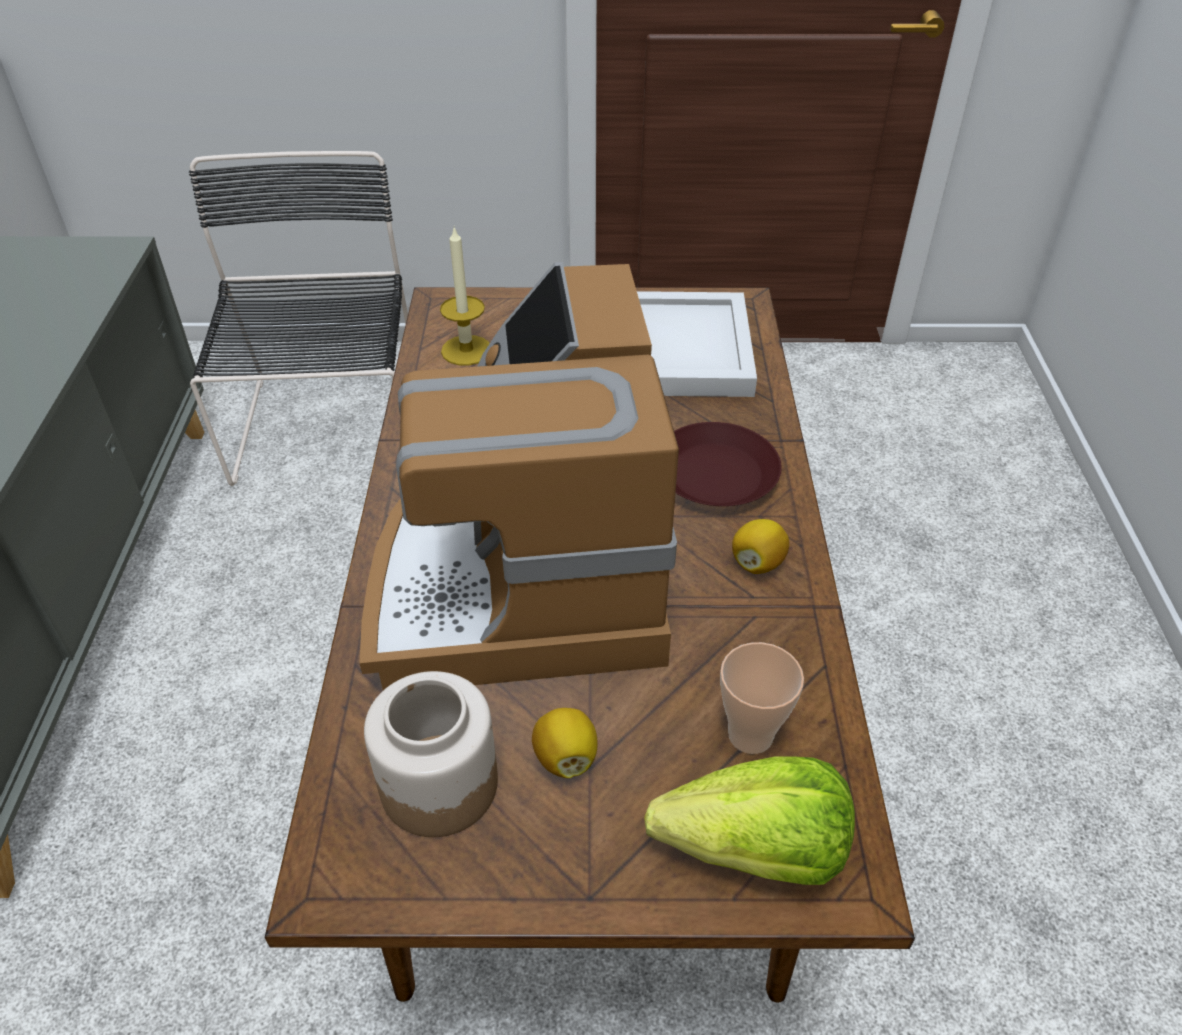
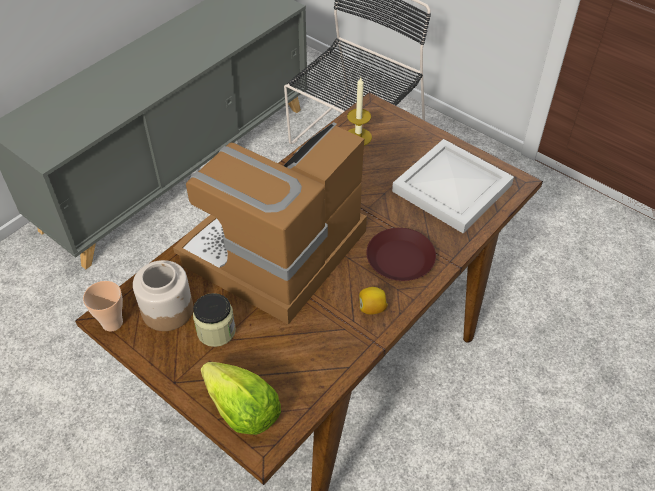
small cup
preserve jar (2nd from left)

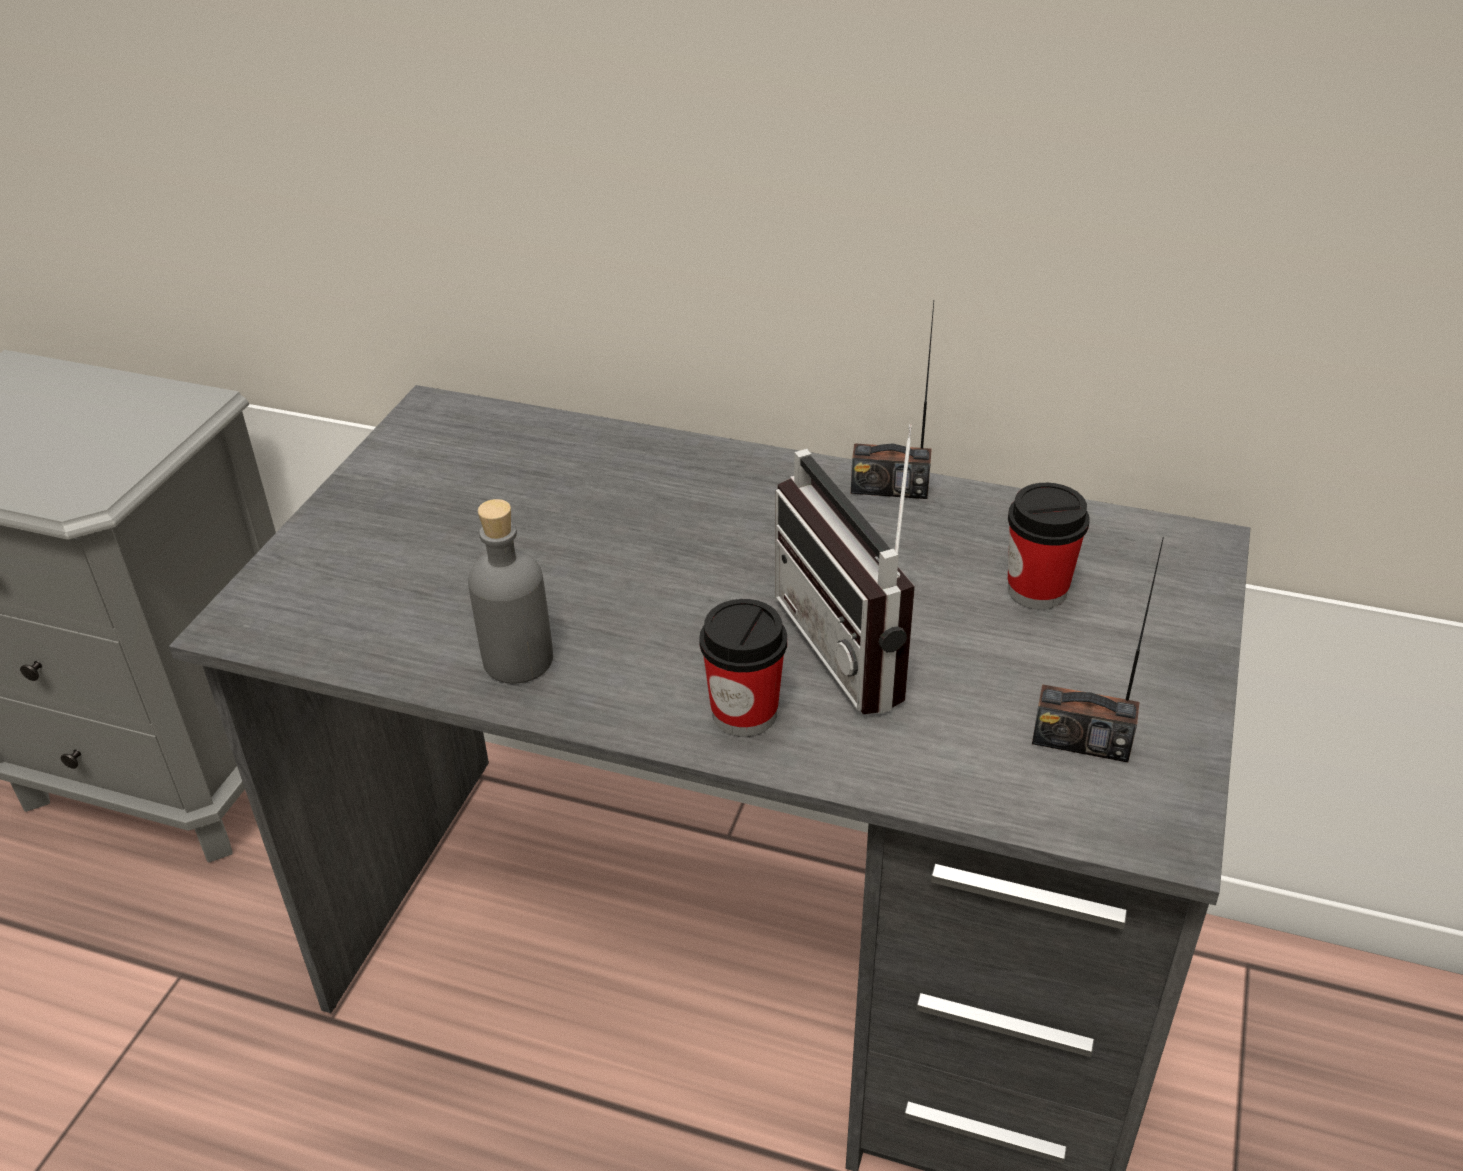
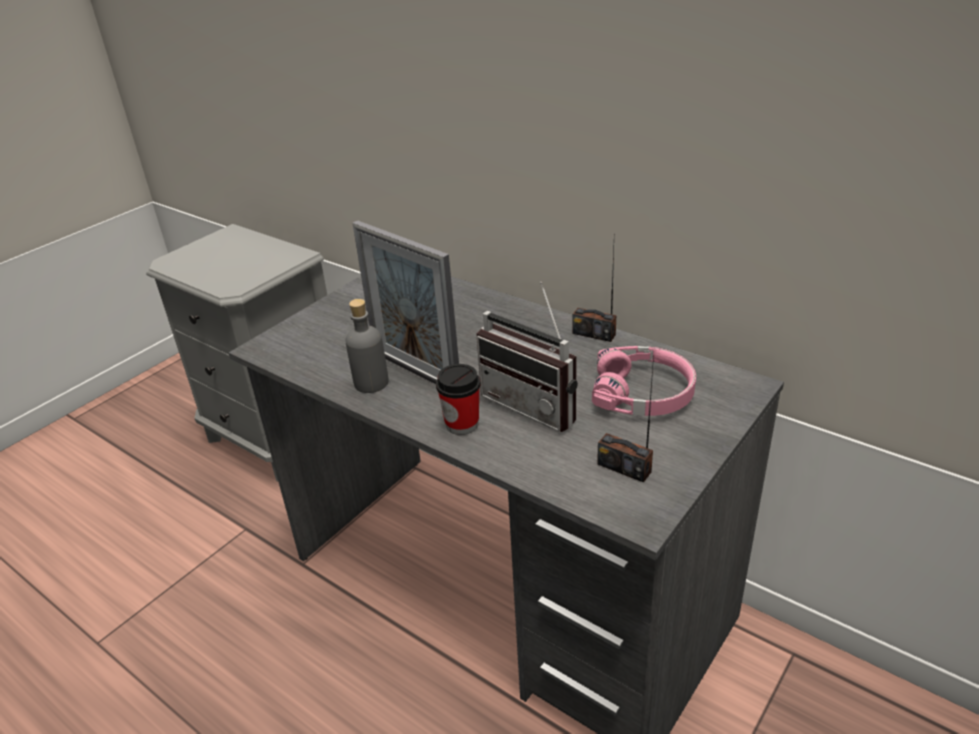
radio (1st from left)
pinkish pair of headphones
standing frame

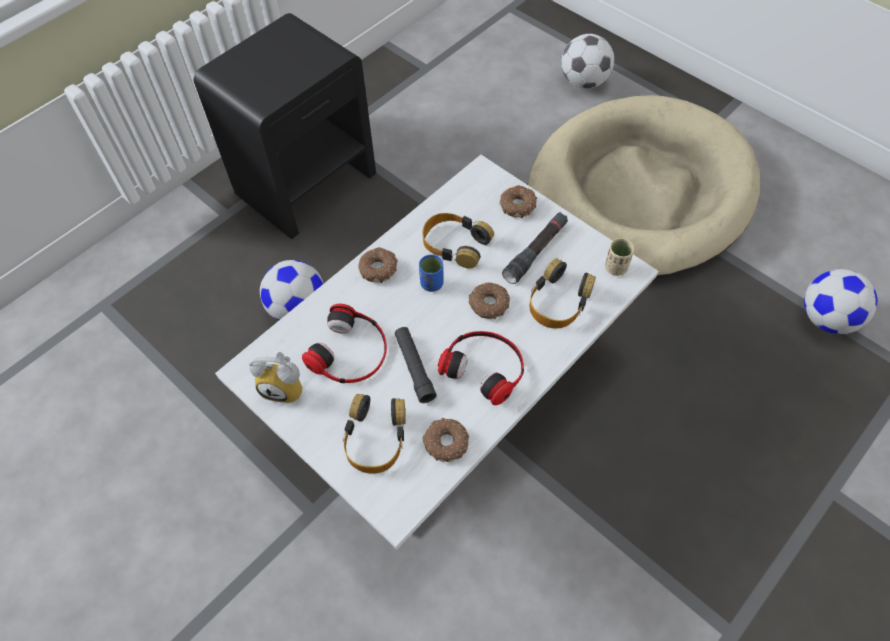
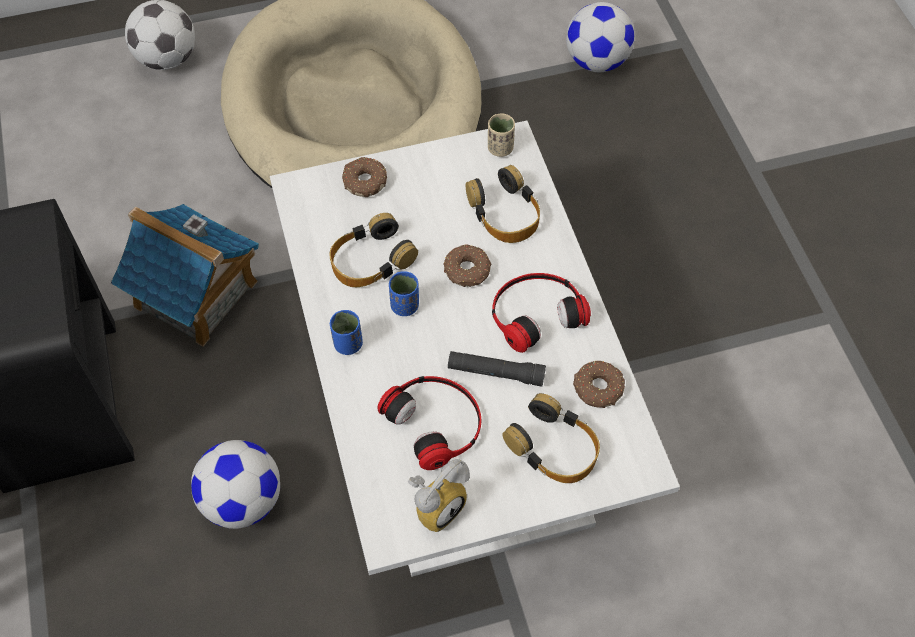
black torch (2nd from left in the first image)
blue-coloured small cup (1st from left)
miniature house

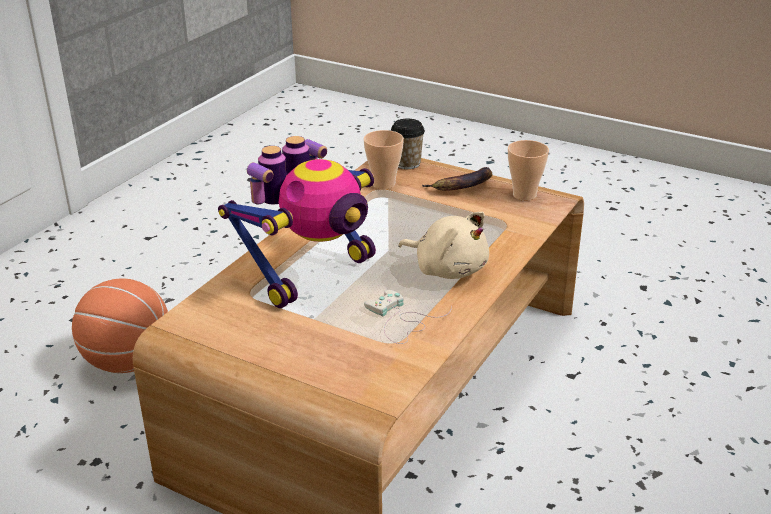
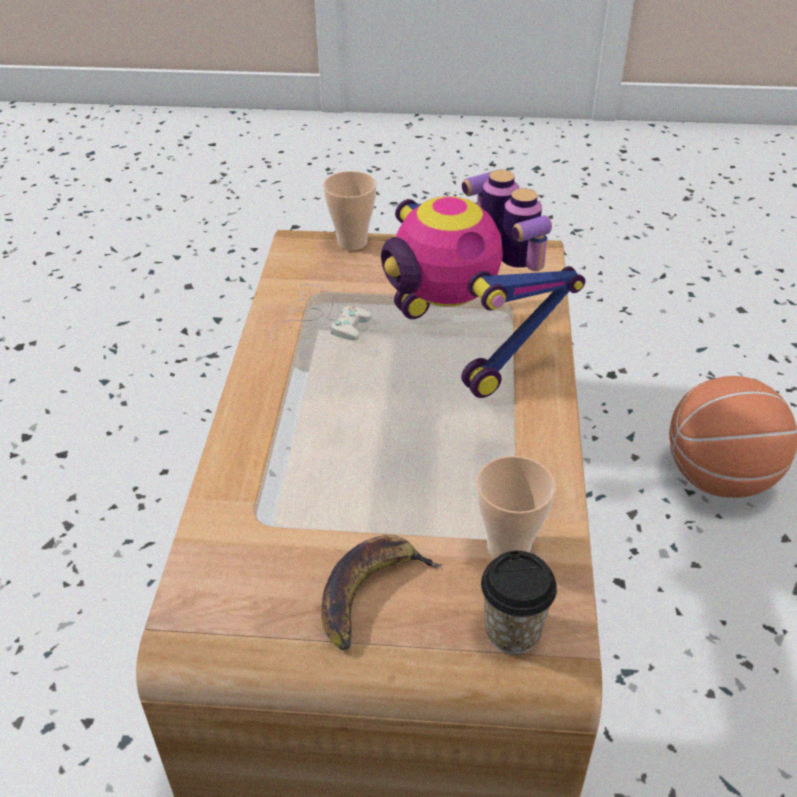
model robot
small cup (1st from left)
beige-coloured cuddly toy

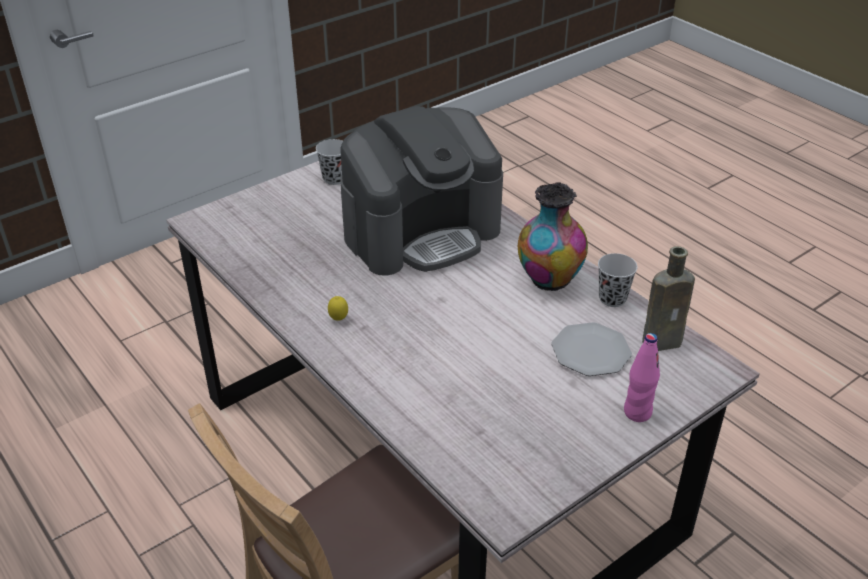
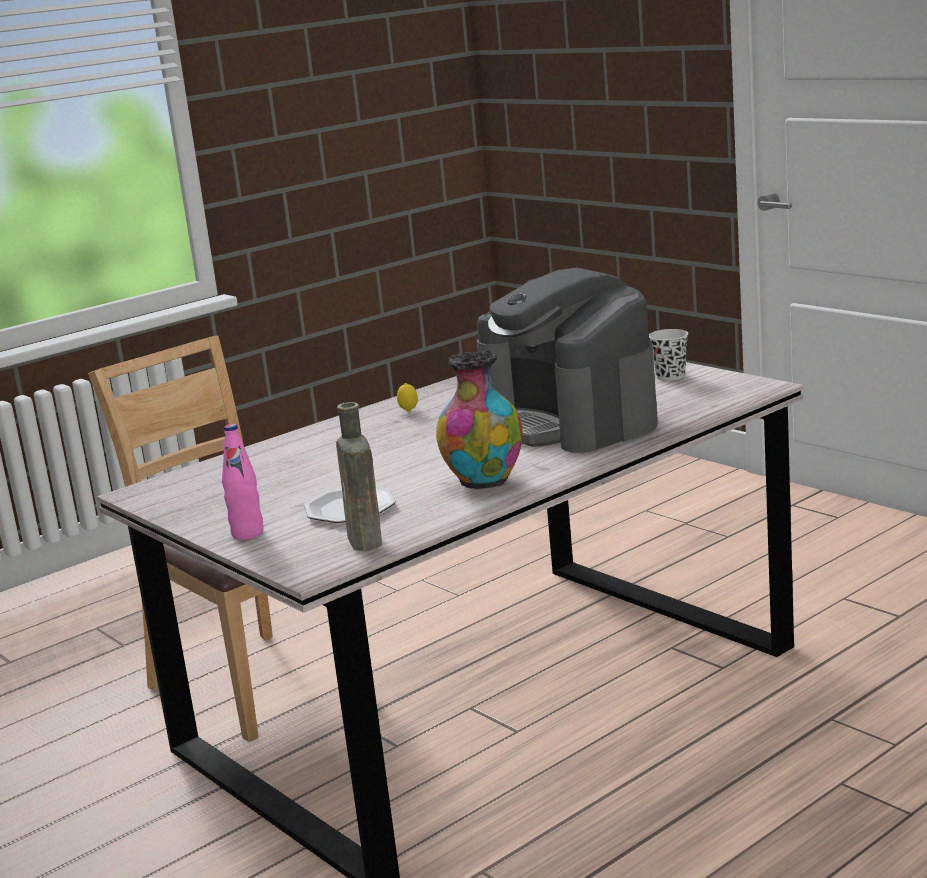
black small cup (2nd from left in the first image)

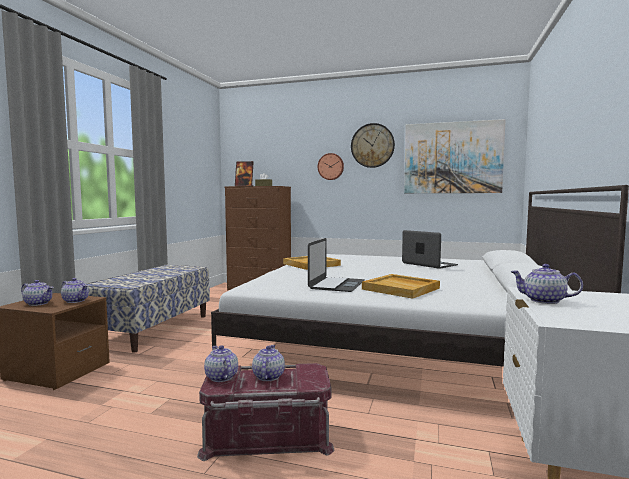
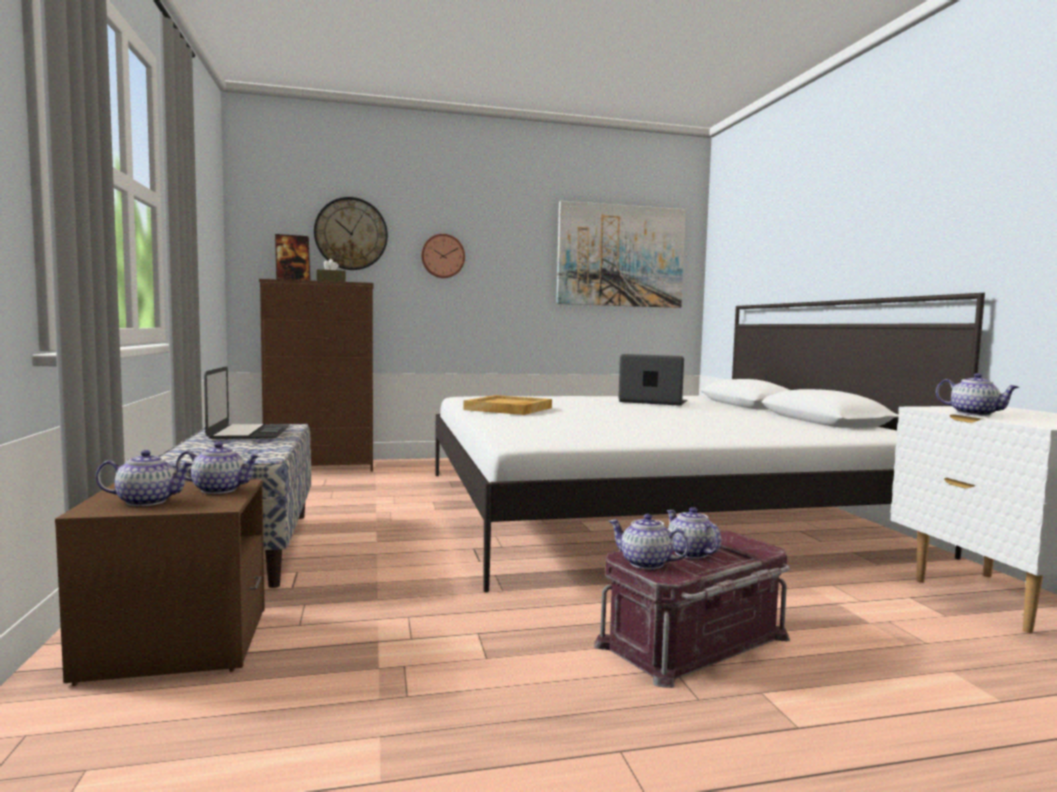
clock on the wall (1st from left)
portable computer (1st from left)
pot for tea (5th from left)
beige-coloured serving tray (2nd from left in the first image)

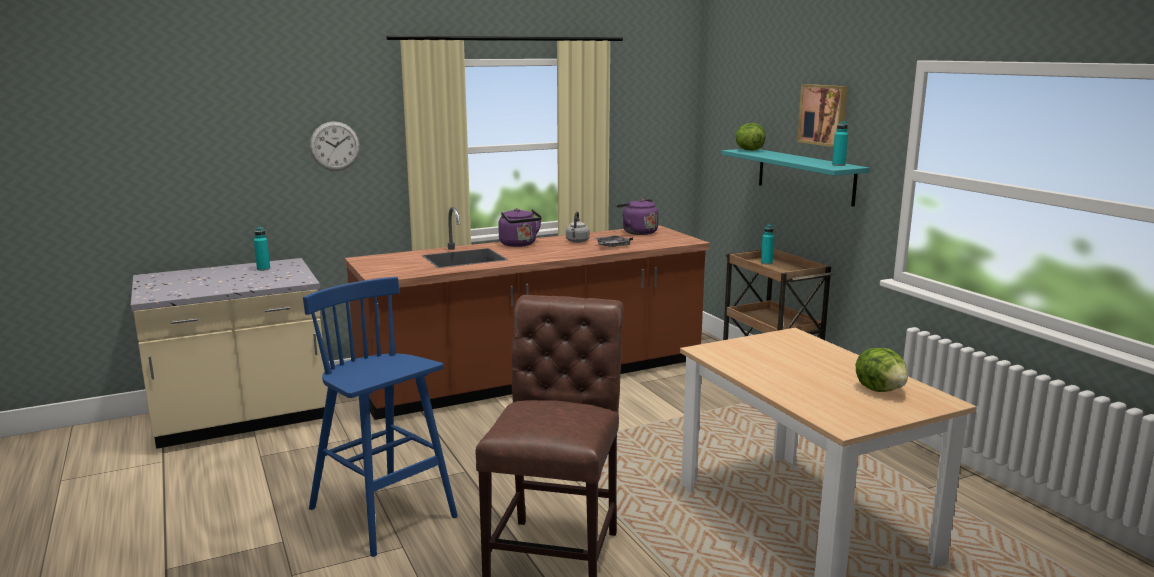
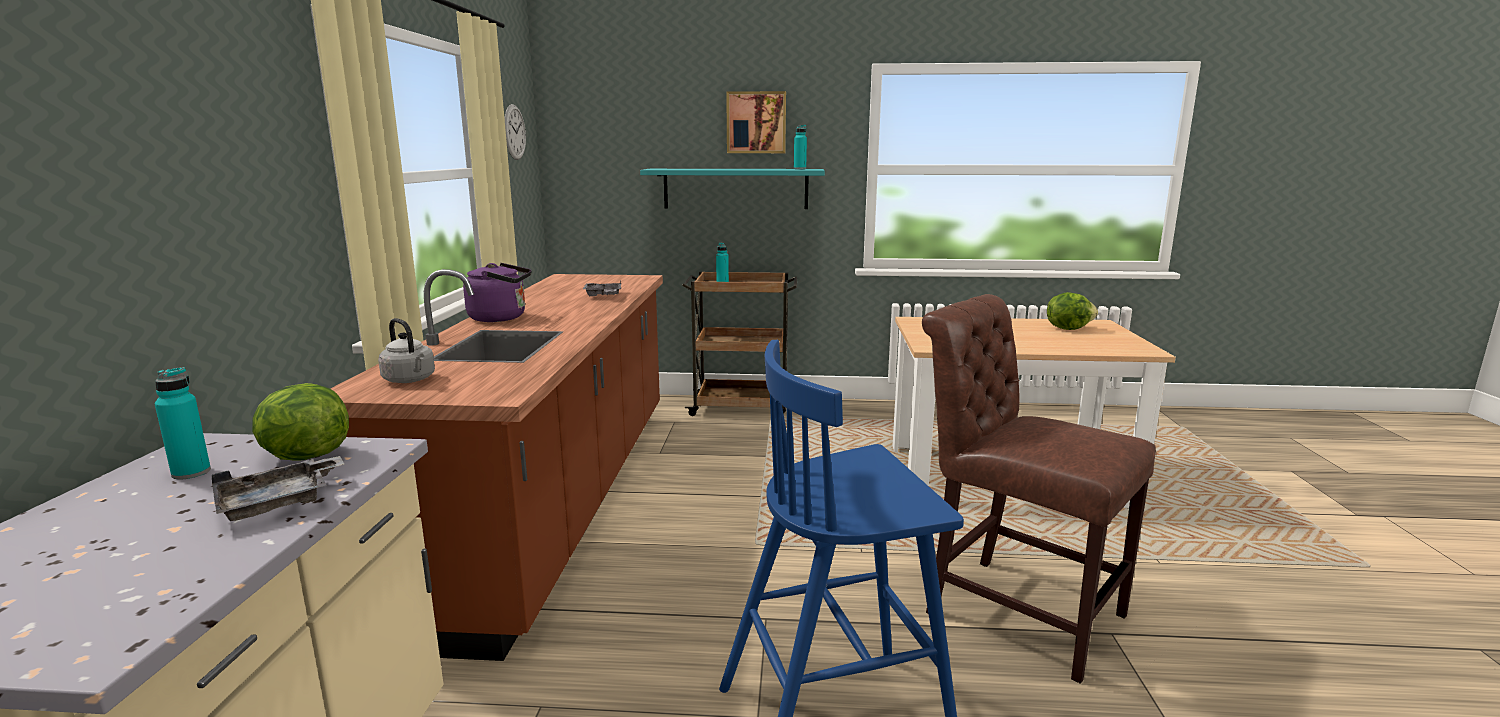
clock on the wall
head of lettuce (1st from left)
purple-coloured water kettle (2nd from left in the first image)
greyish water kettle
greyish serving tray (1st from left)

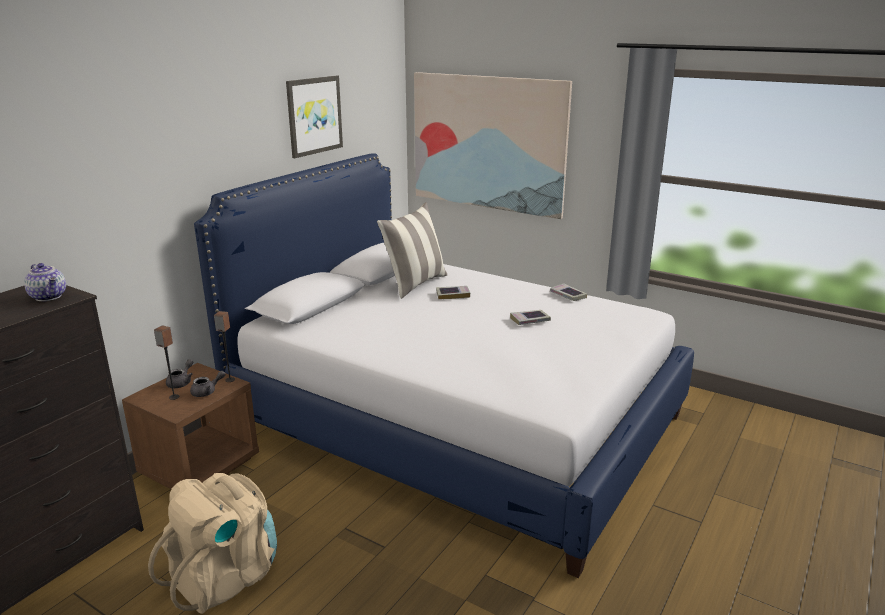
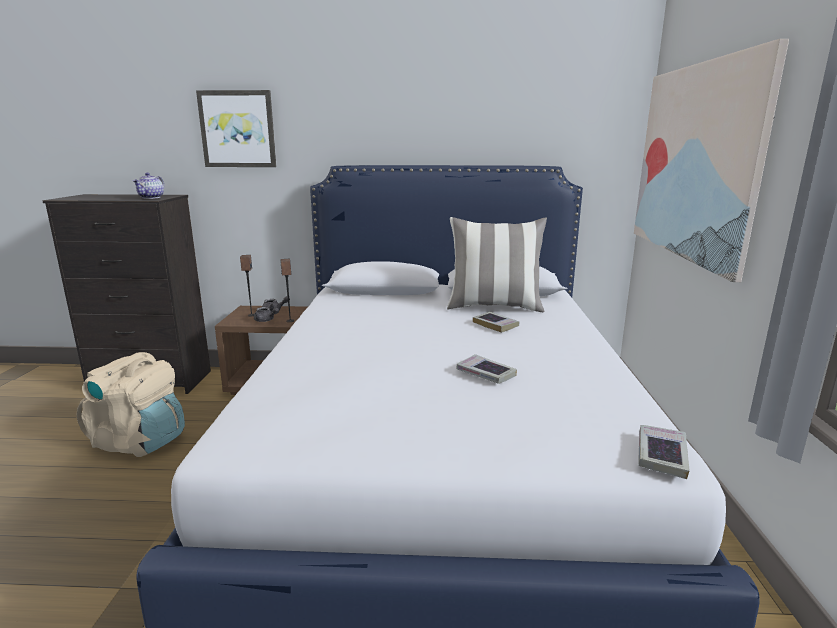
picture (1st from left)
bound book (3rd from left)

